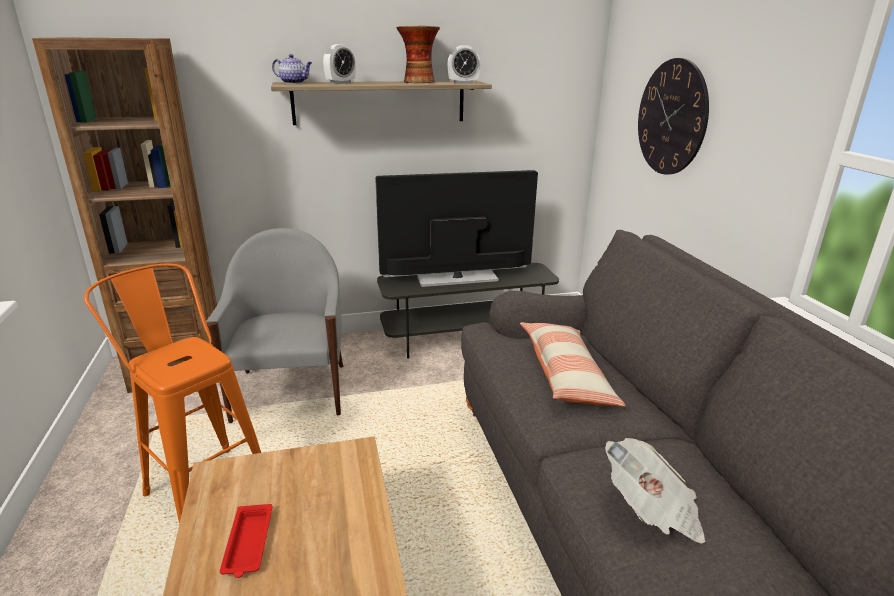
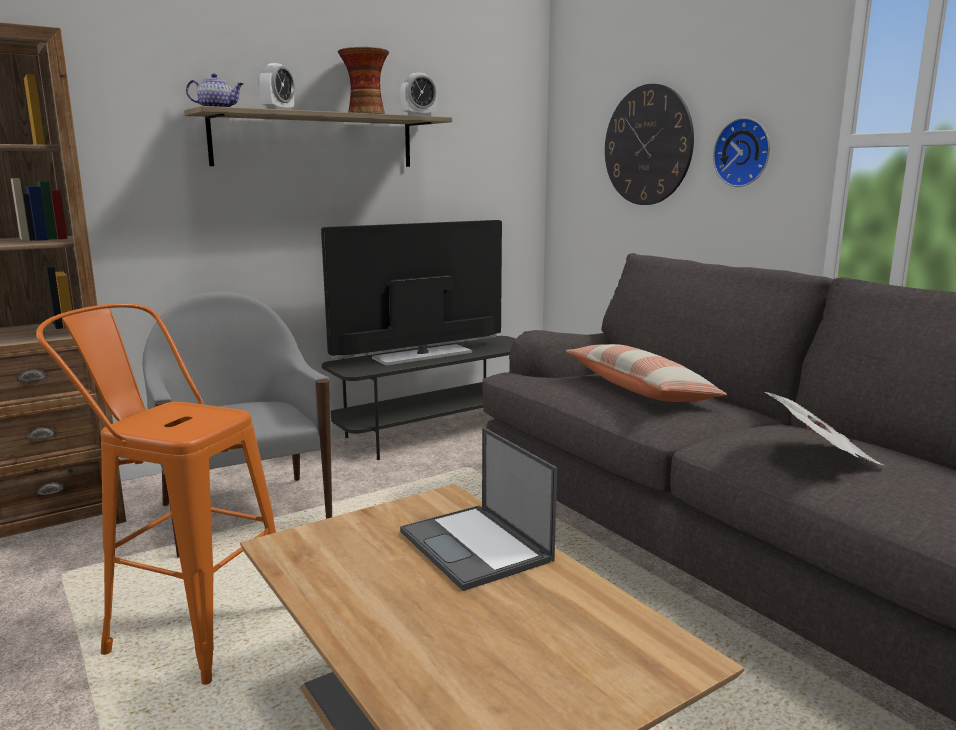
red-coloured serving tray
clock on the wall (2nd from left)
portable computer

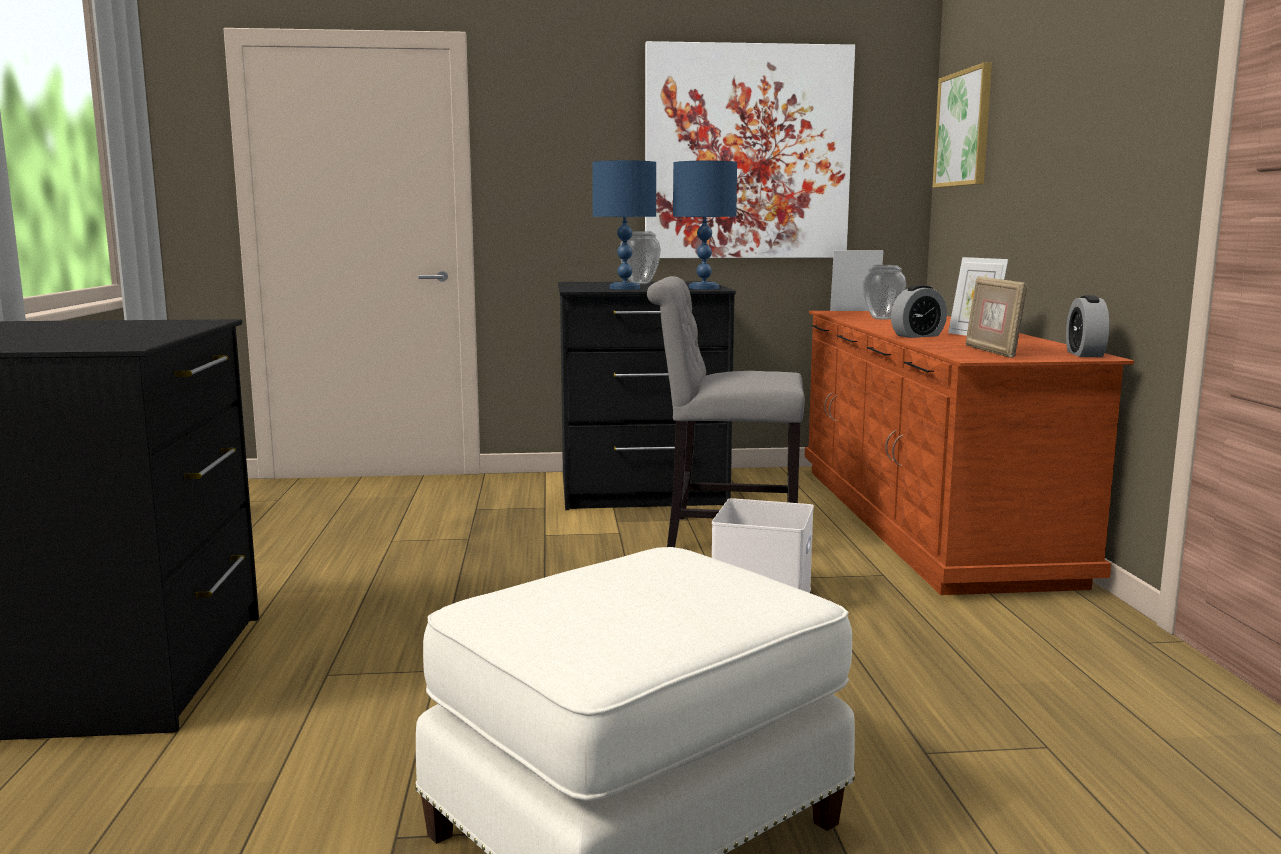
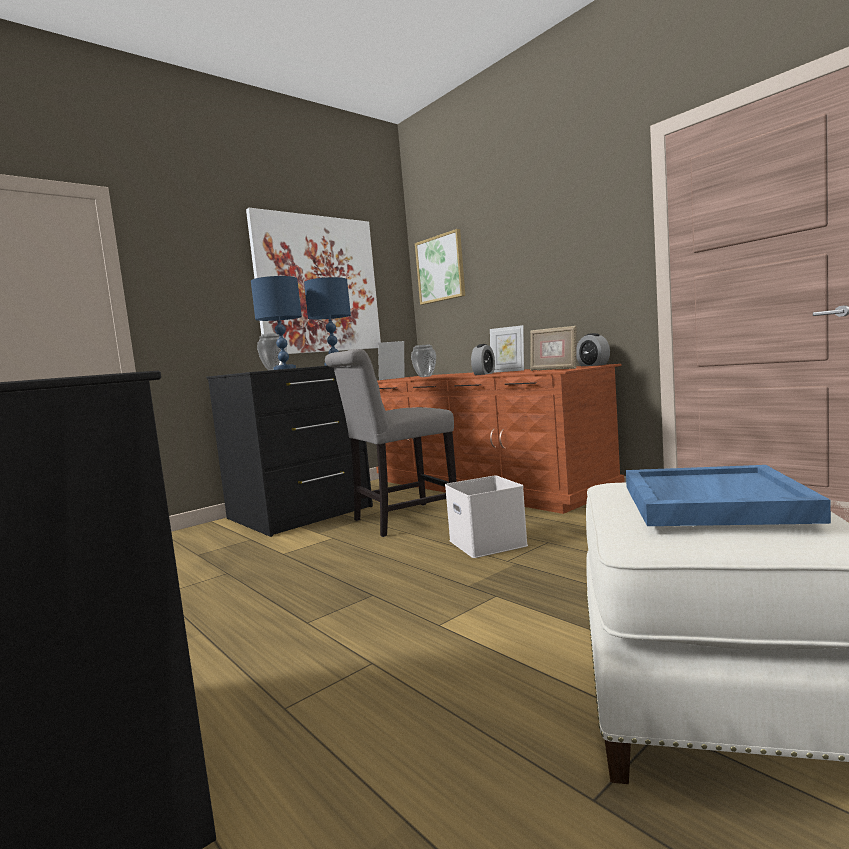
blue-coloured serving tray

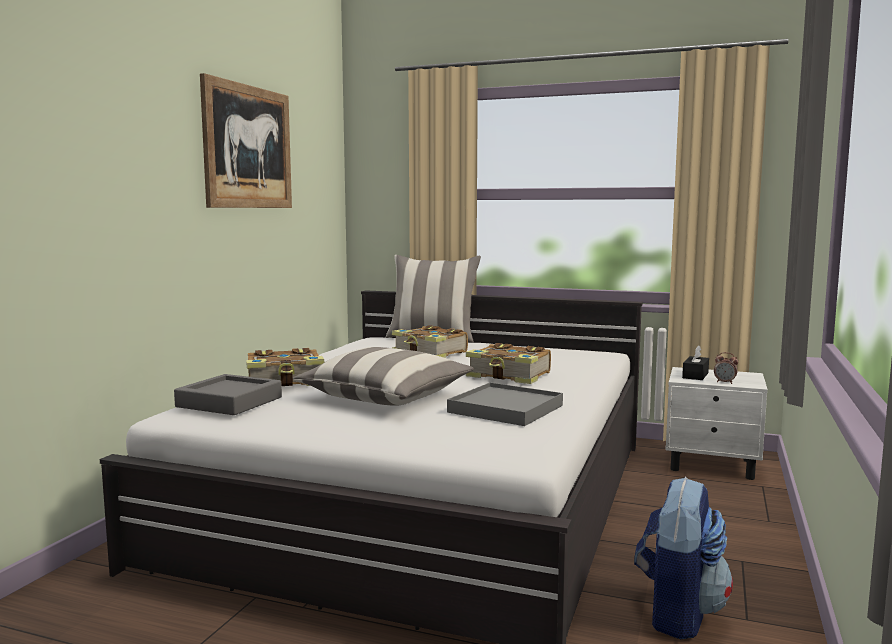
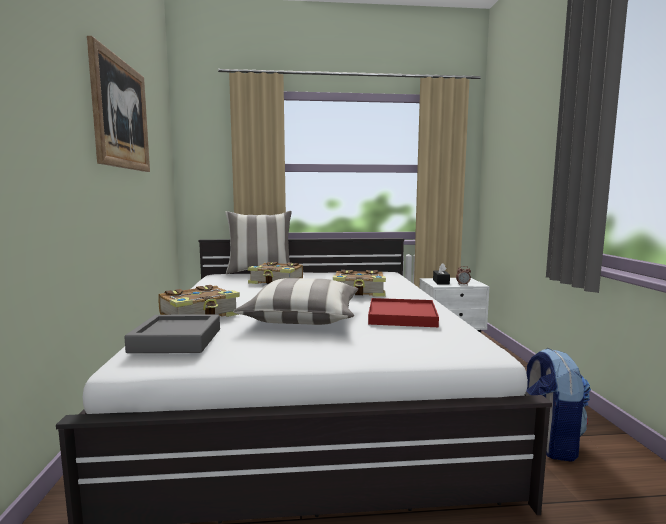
red-coloured serving tray

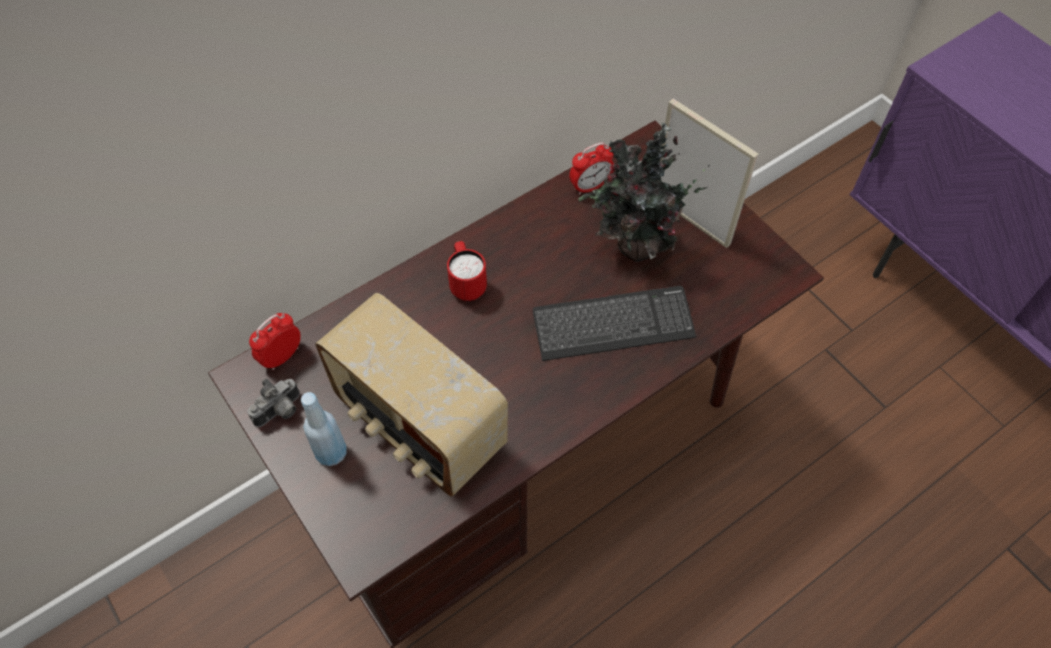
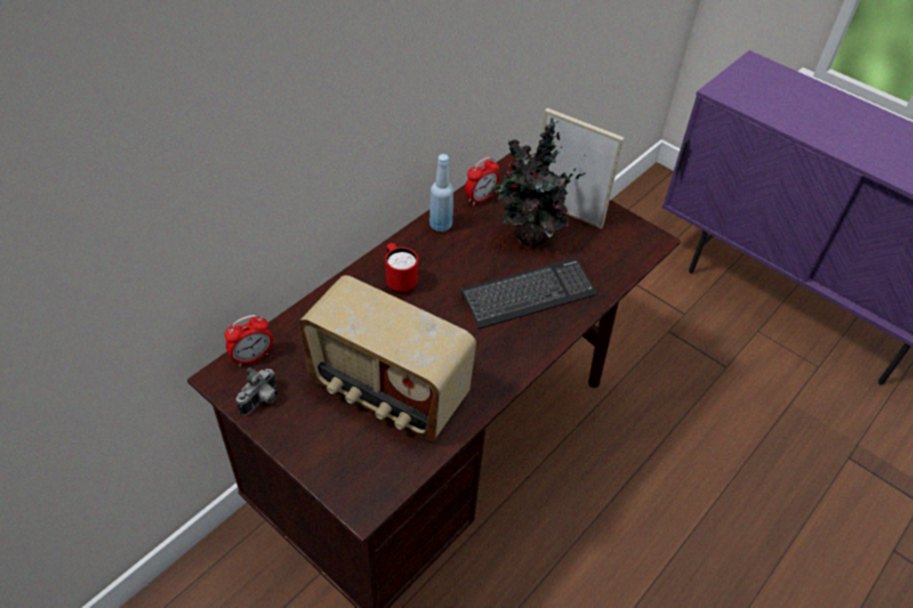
bedside clock (1st from left)
blue-coloured bottle

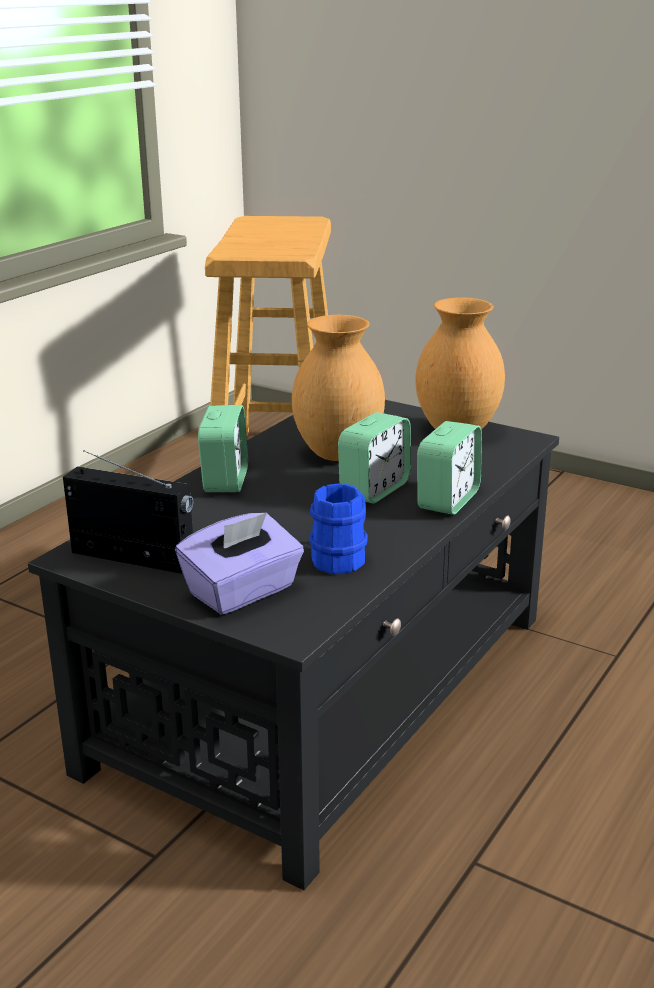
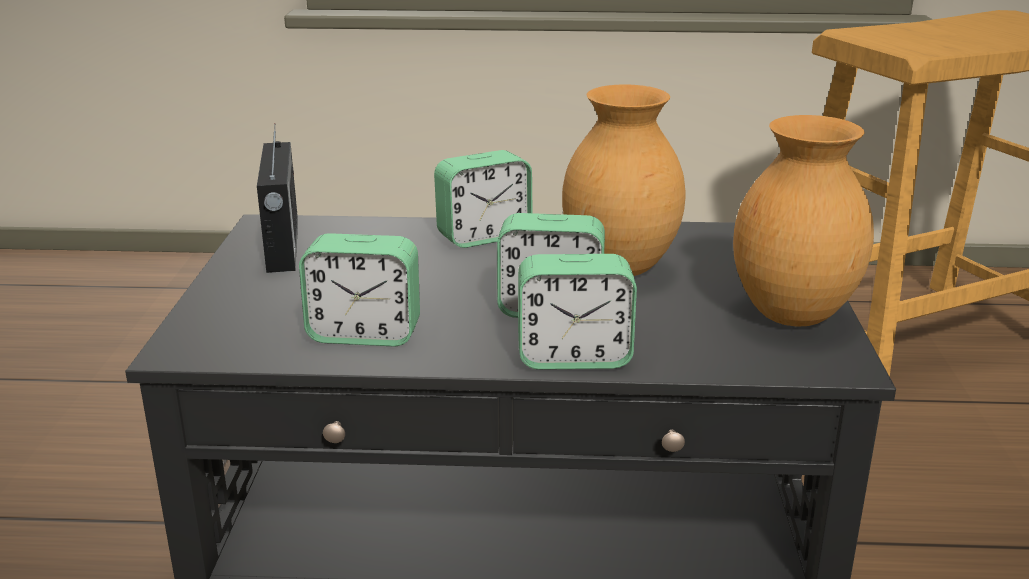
bedside clock (1st from left)
purple-coloured box of tissues

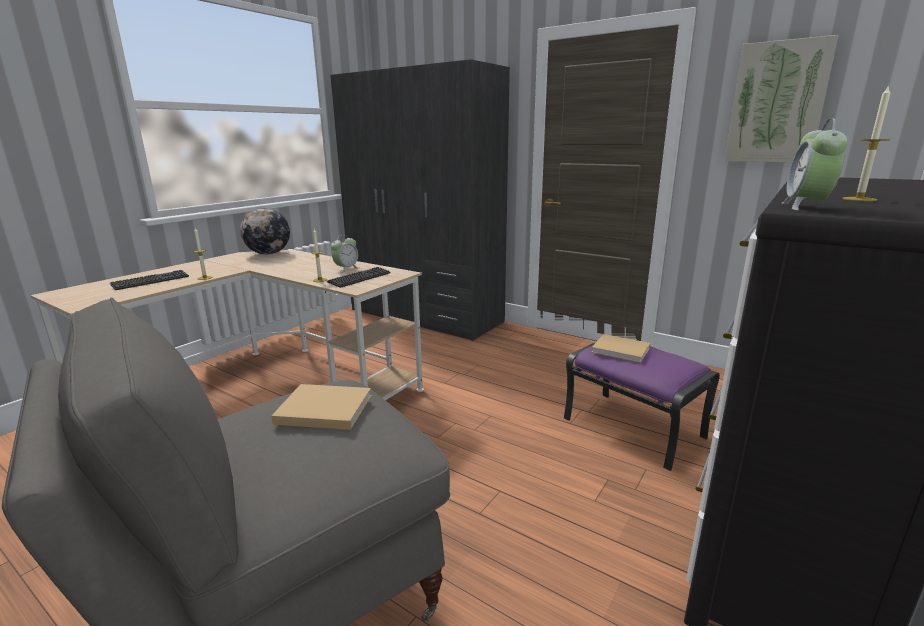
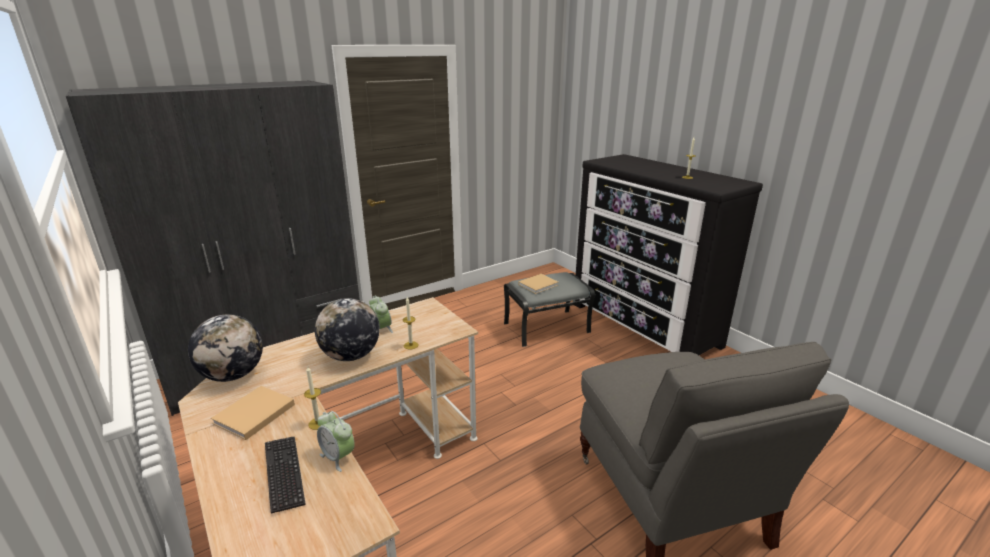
picture
bedside clock (1st from left)
PC keyboard (2nd from left in the first image)
greyish ottoman
beige-coloured bound book (1st from left)
world globe (2nd from left)

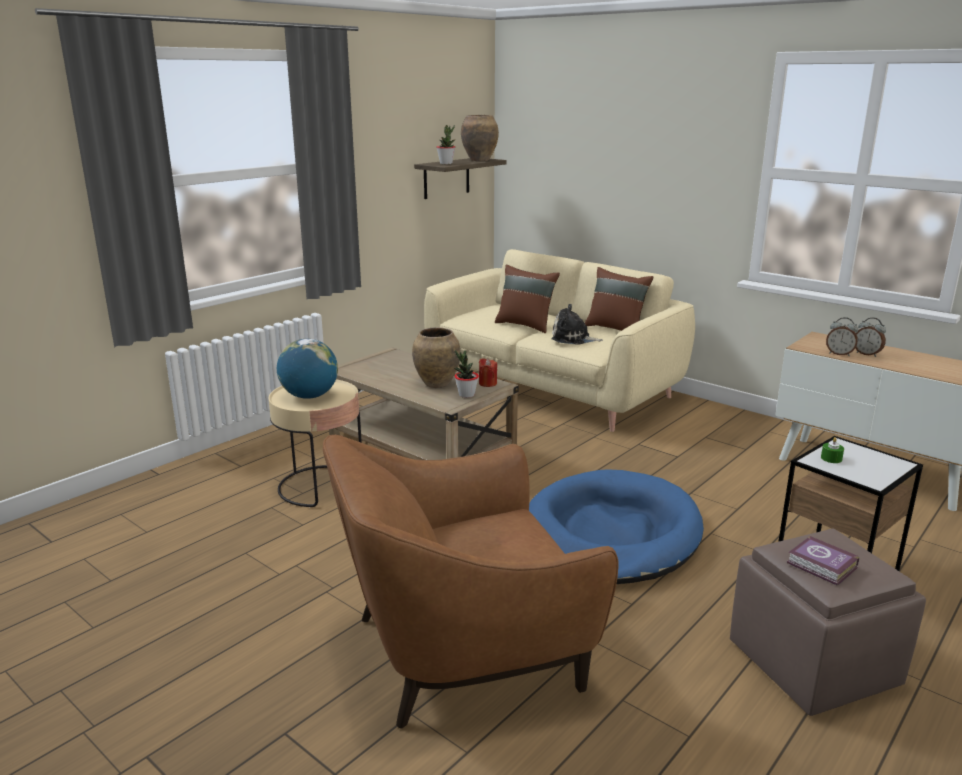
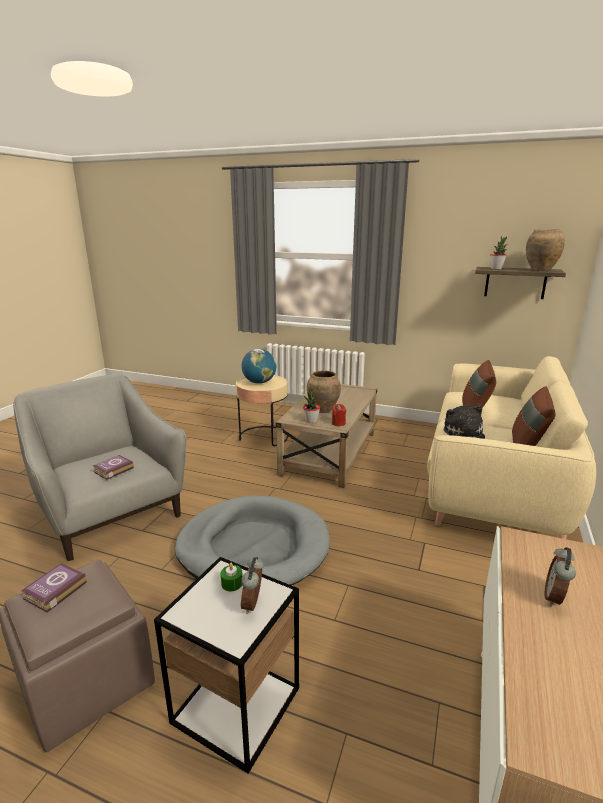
bedside clock (1st from left)
greyish armchair
greyish dog cushion
bound book (2nd from left)

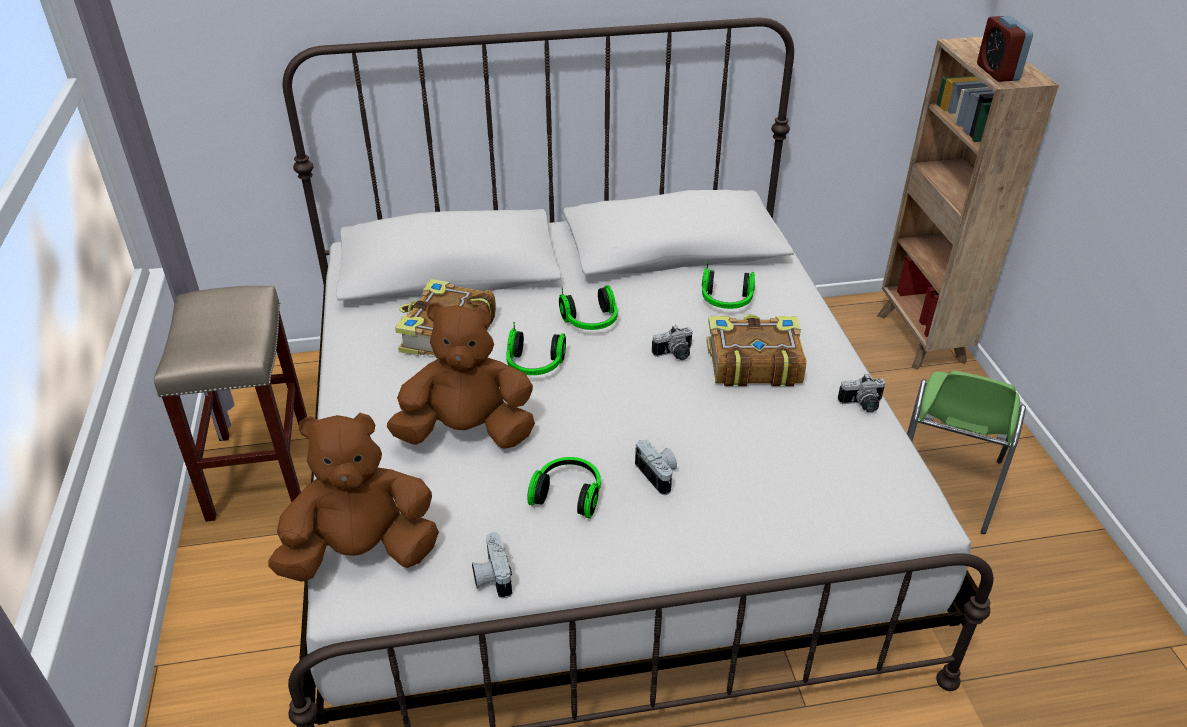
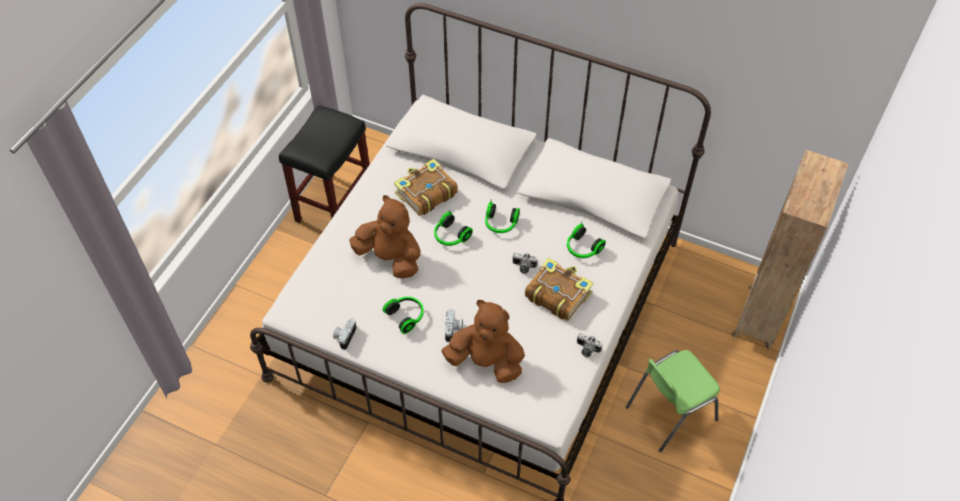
bedside clock
black stool seat
brownish cuddly toy (2nd from left)

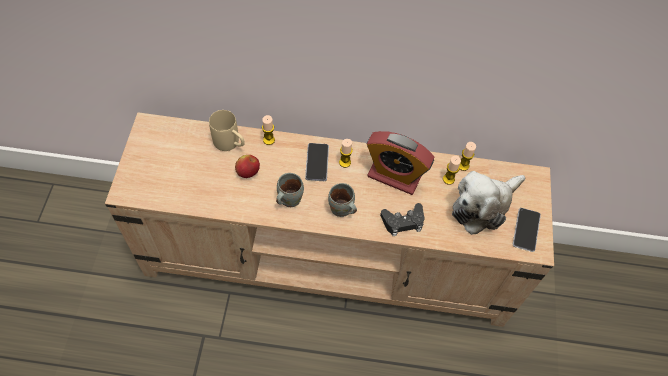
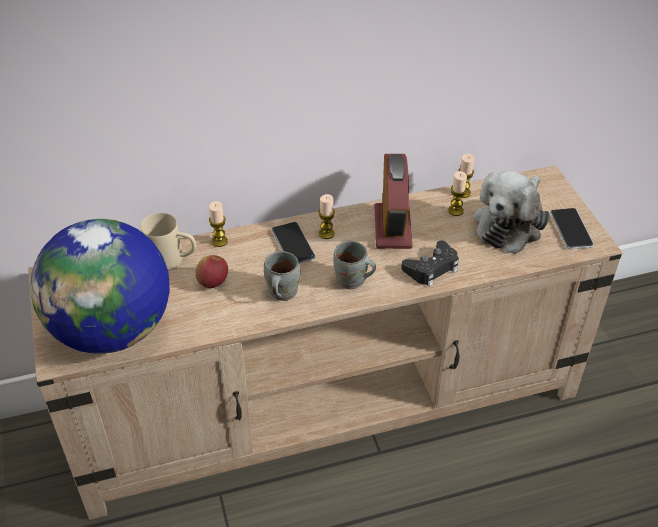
bedside clock
world globe

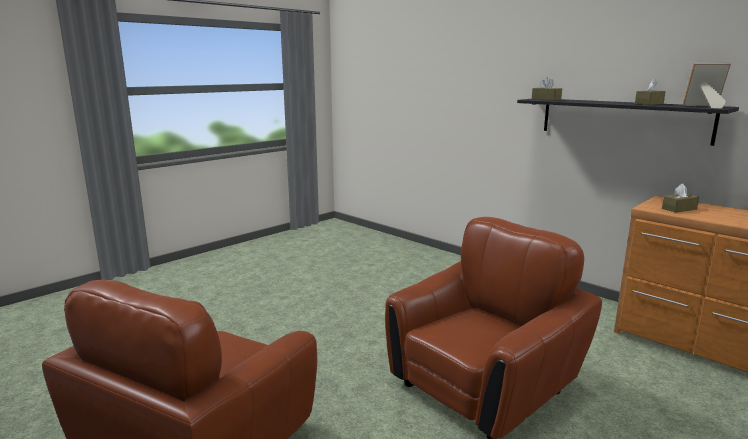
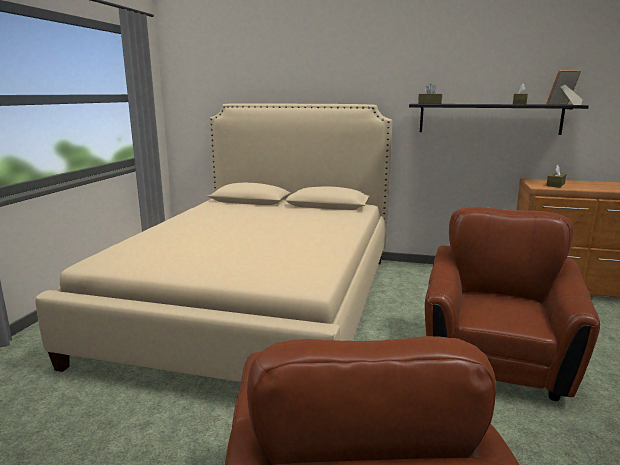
beige-coloured bedroom bed

